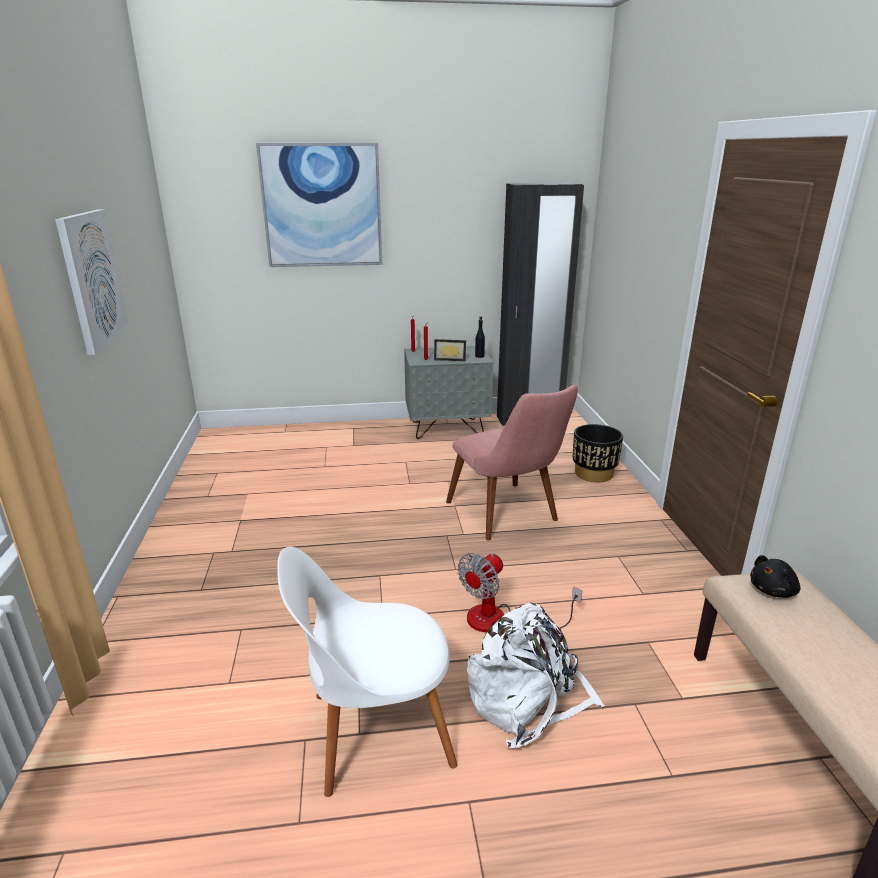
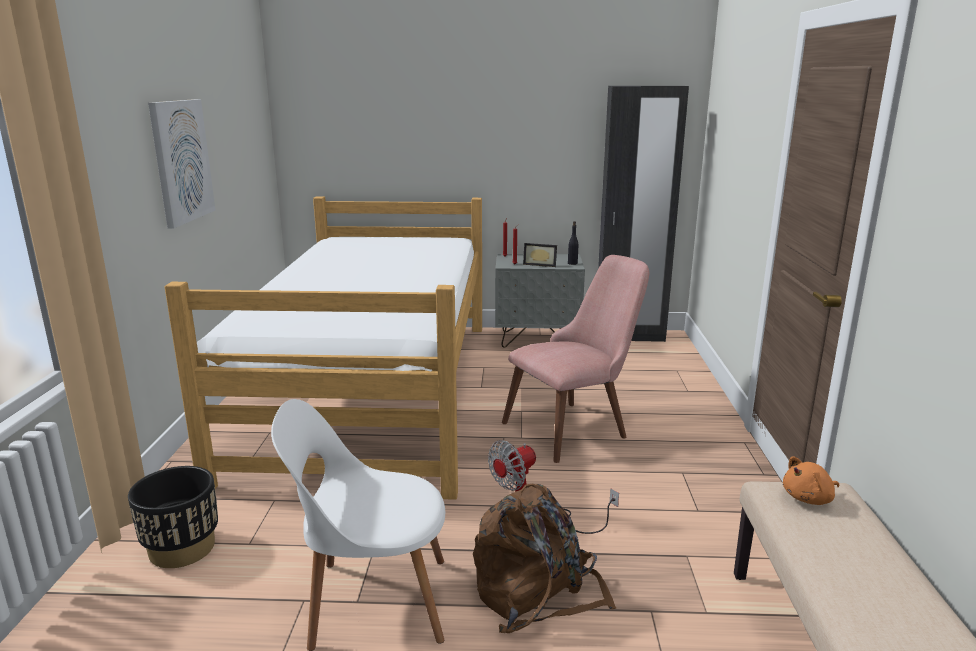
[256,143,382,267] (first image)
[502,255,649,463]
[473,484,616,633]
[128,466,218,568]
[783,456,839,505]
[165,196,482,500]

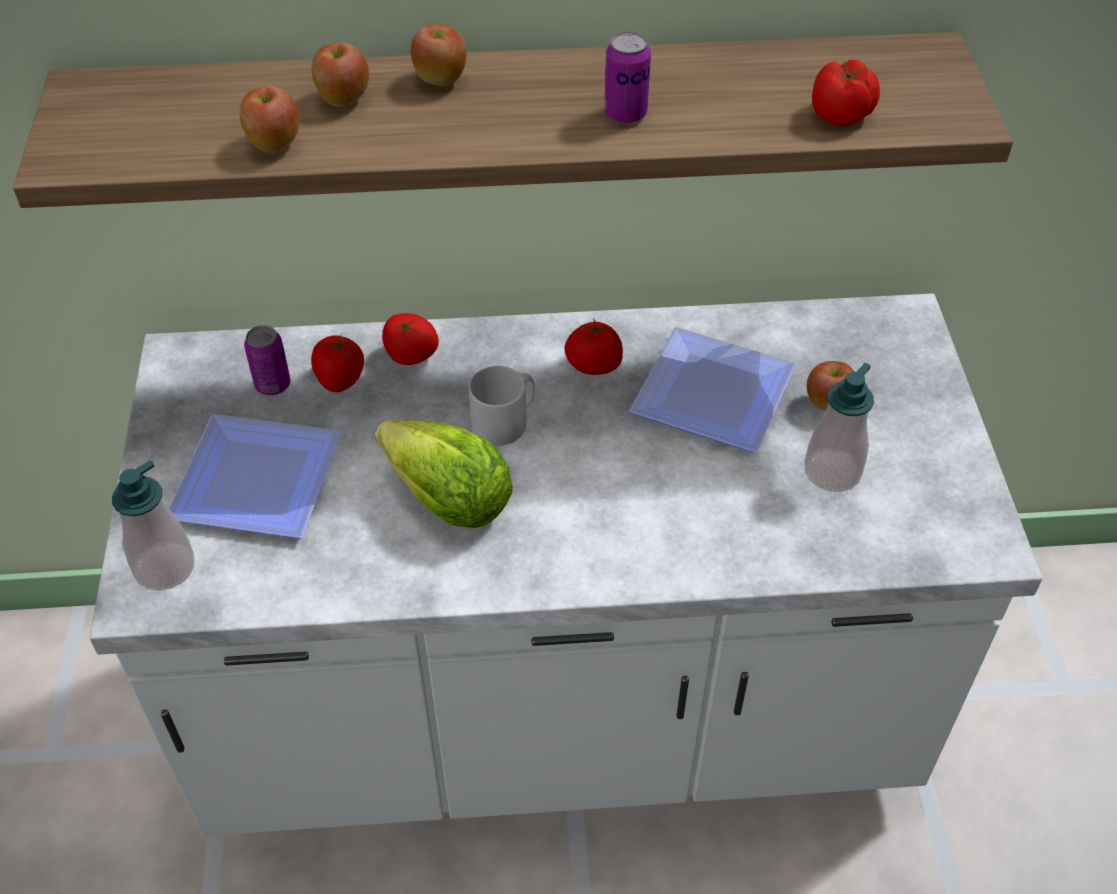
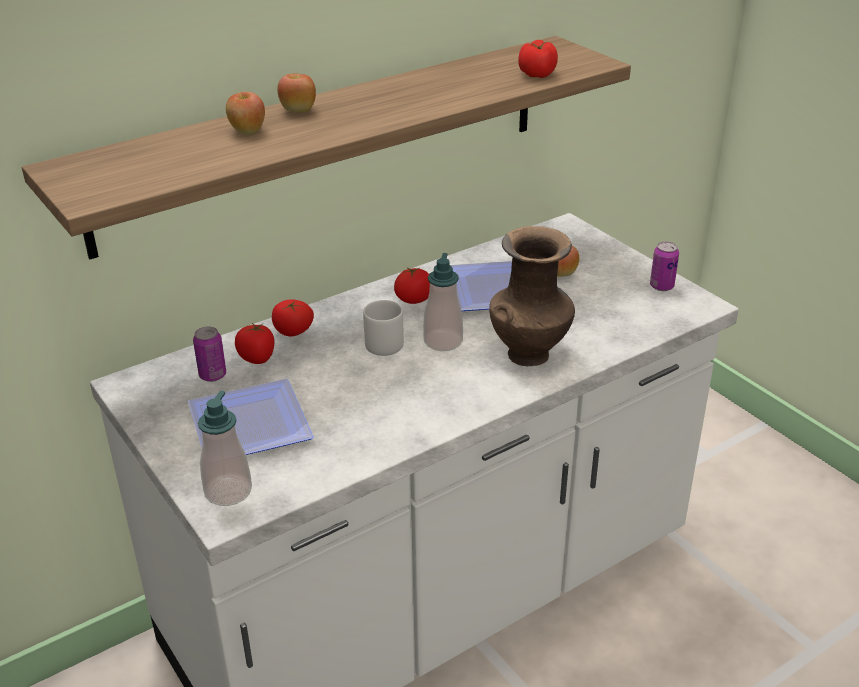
[239,86,300,153] (first image)
[375,420,513,528] (first image)
[650,242,679,291]
[423,253,463,351]
[489,226,575,366]

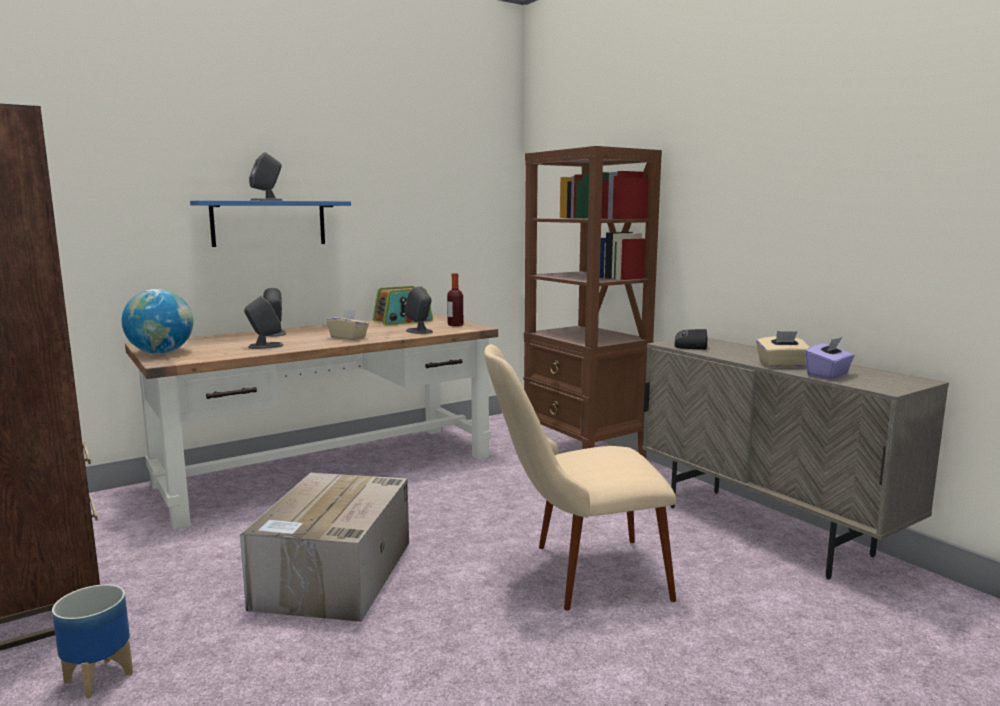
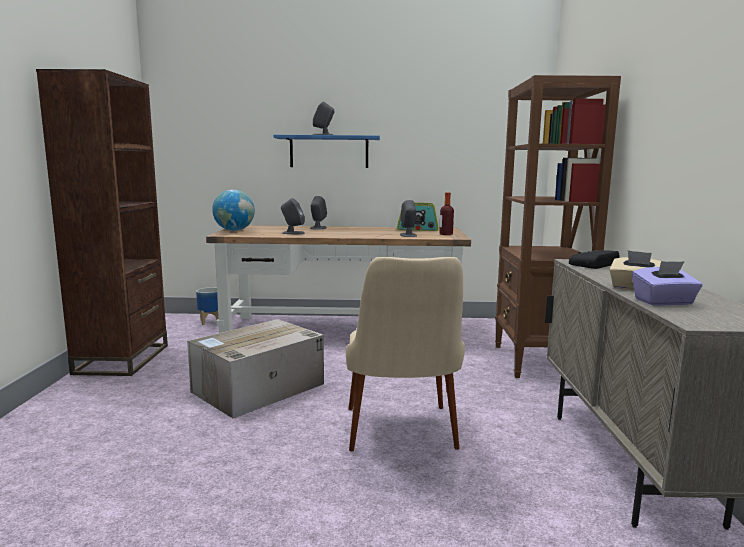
[196,287,218,325]
[327,309,369,340] (first image)
[346,257,465,452]

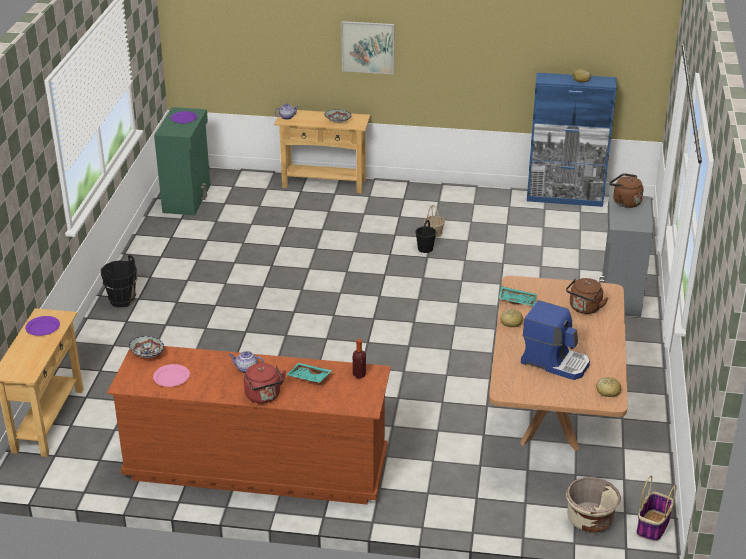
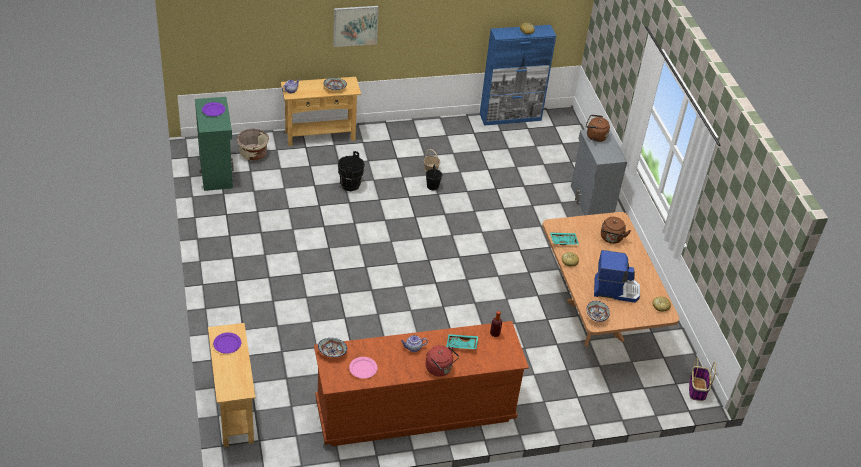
[338,151,365,191]
[237,129,269,161]
[586,301,610,322]

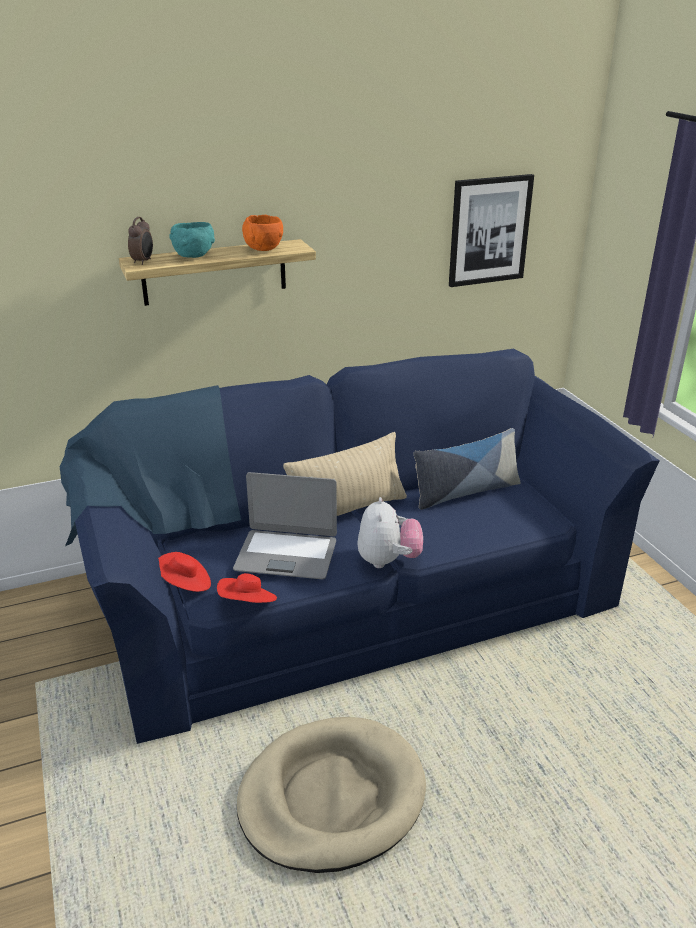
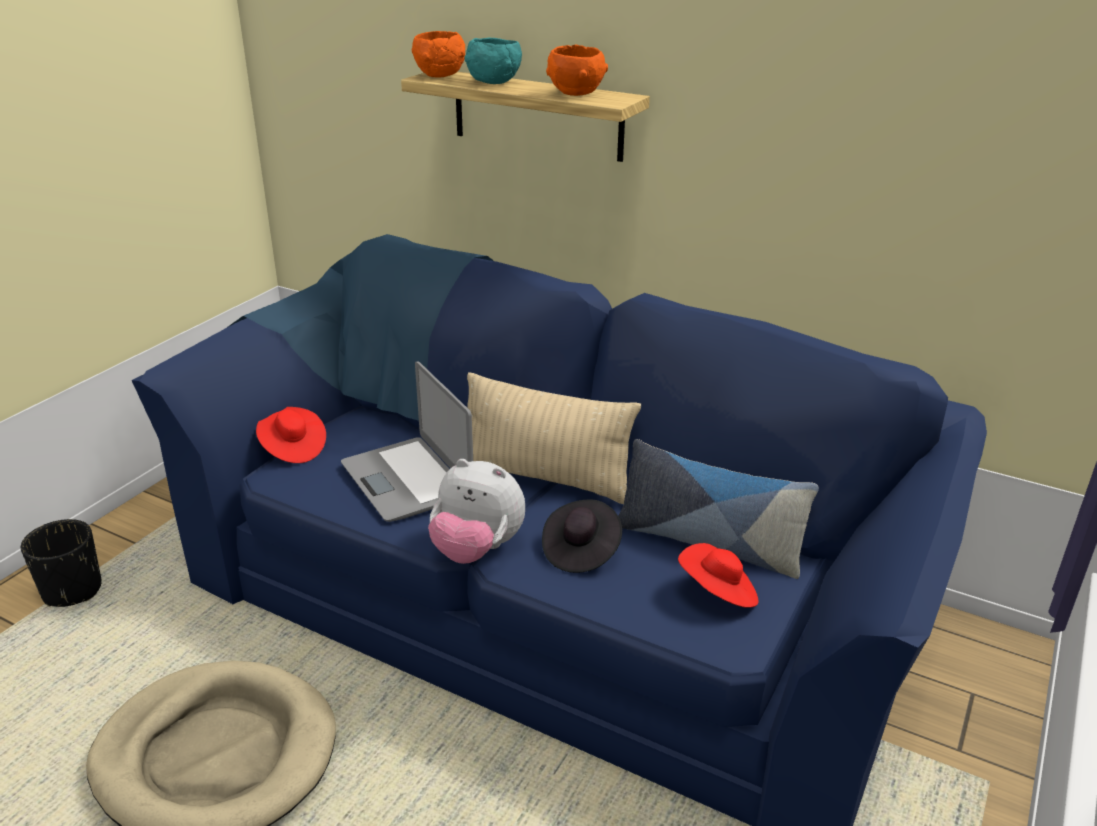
[412,31,465,78]
[678,543,759,608]
[428,459,525,564]
[449,174,534,287] (first image)
[21,519,102,607]
[542,499,622,573]

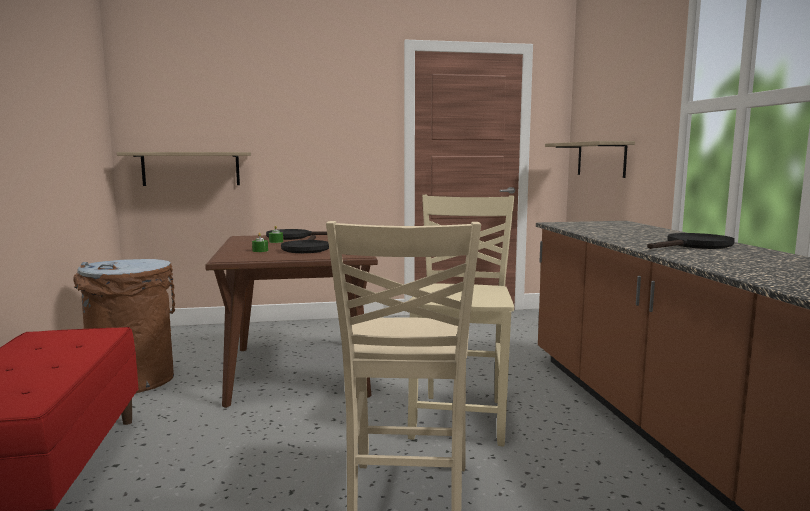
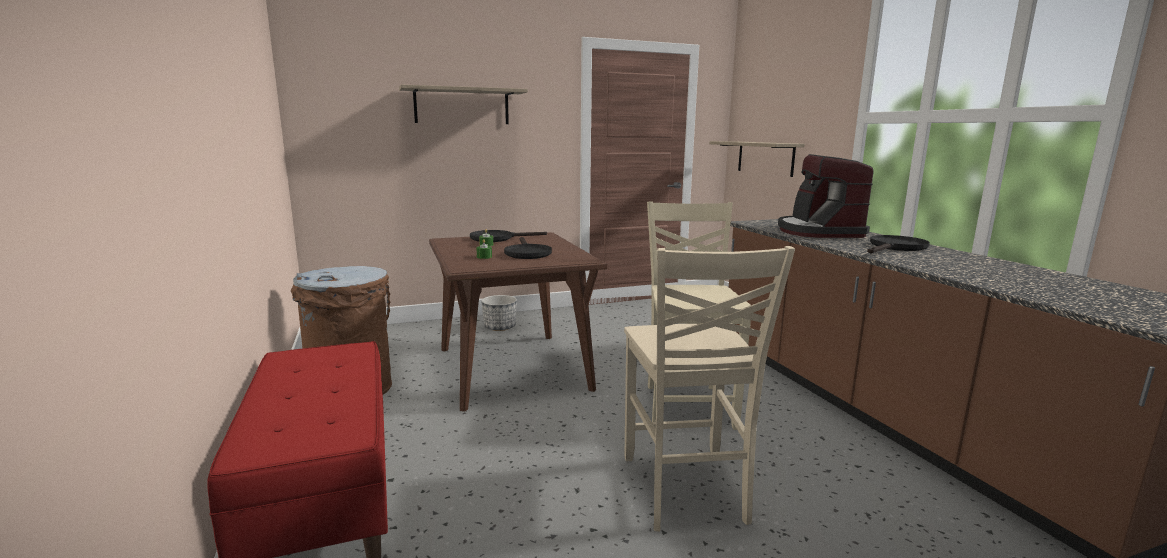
[399,84,528,124]
[481,295,517,331]
[778,154,874,238]

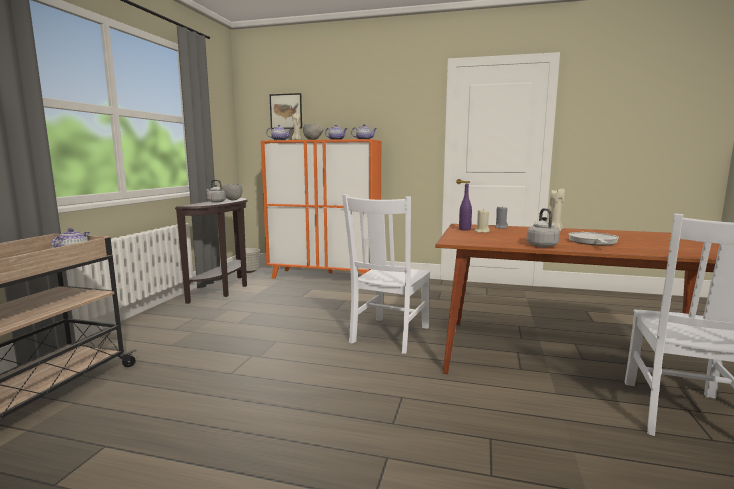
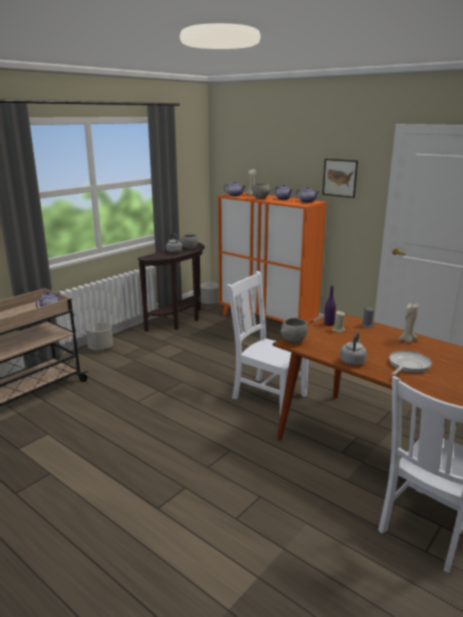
[322,159,358,198]
[227,271,309,416]
[86,322,113,351]
[280,318,308,344]

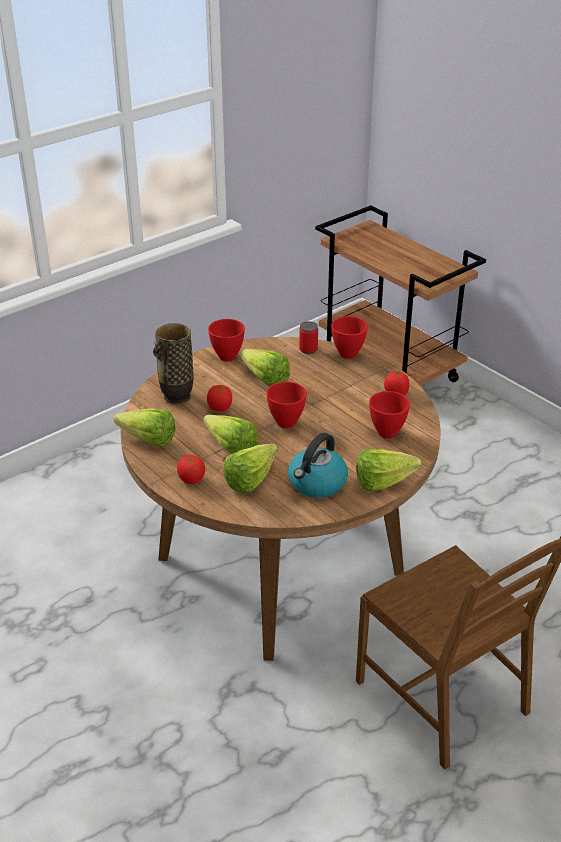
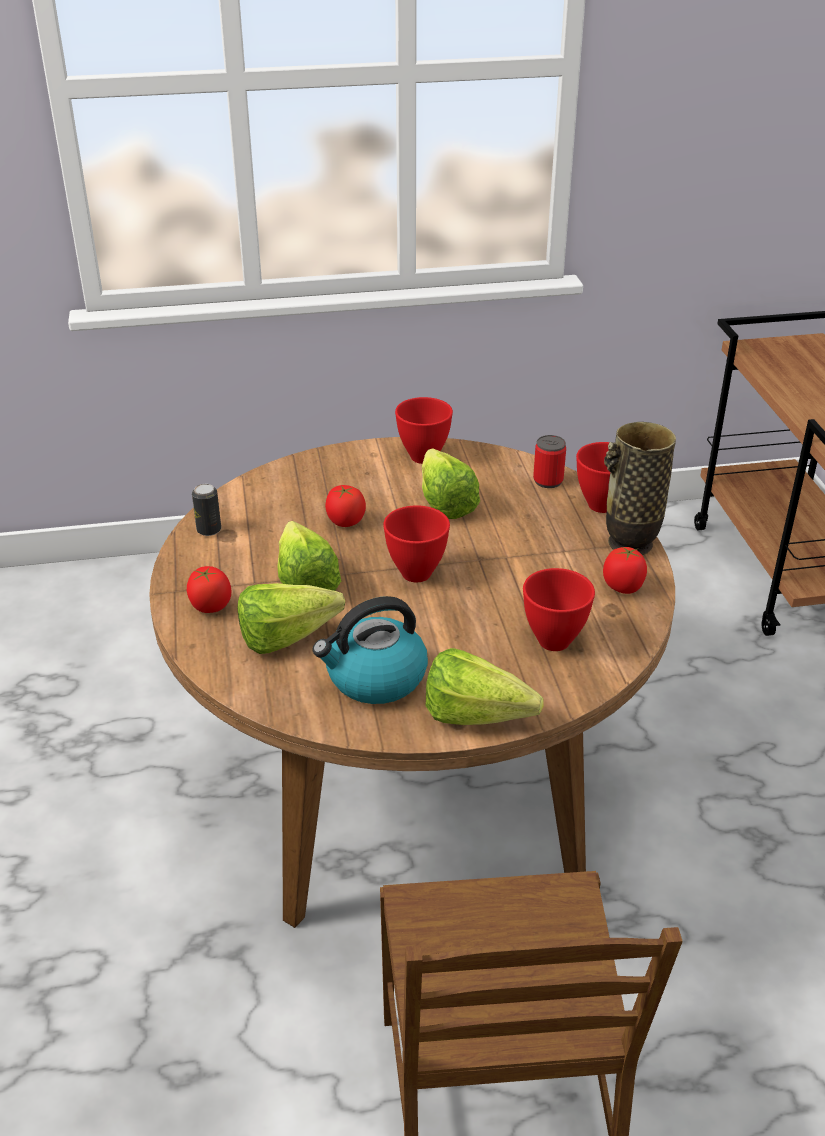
[192,484,221,536]
[604,422,676,555]

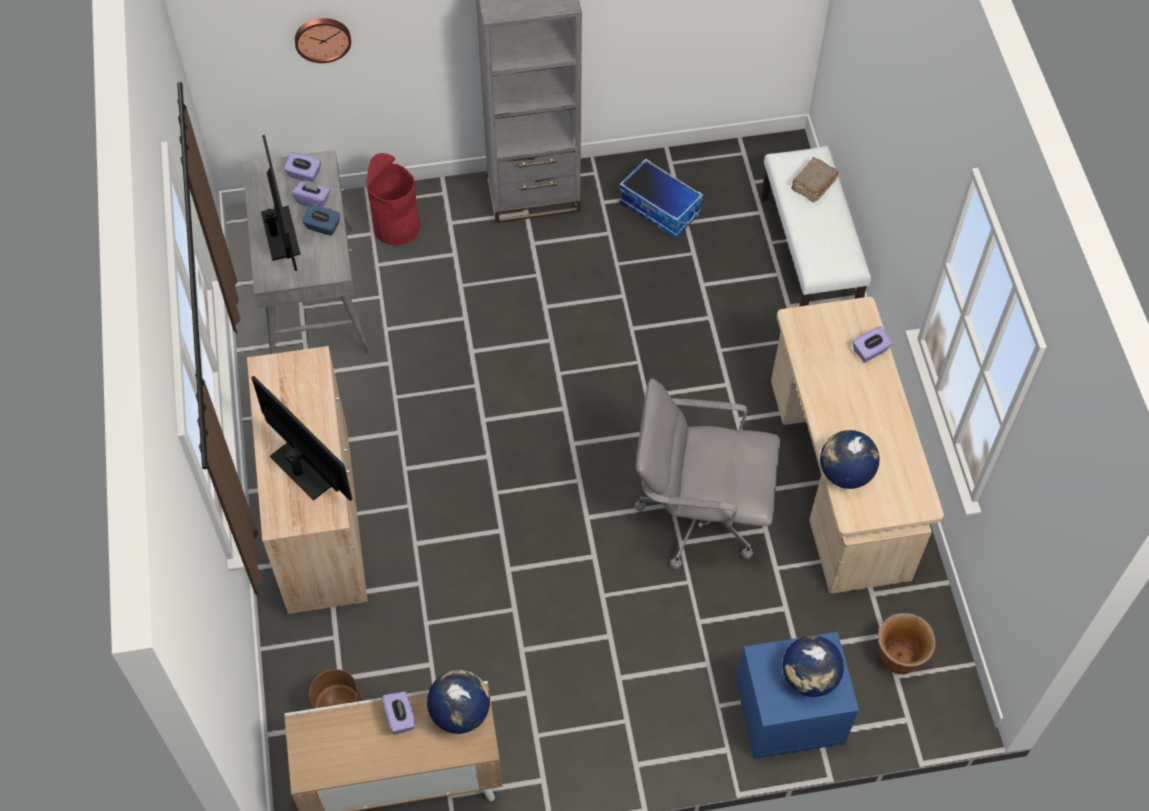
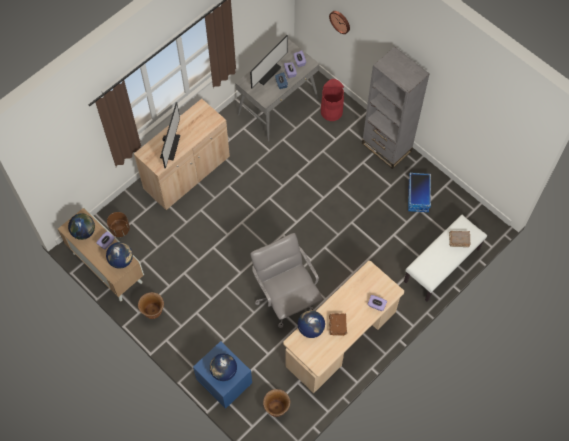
[68,213,95,240]
[138,292,164,319]
[329,313,347,336]

